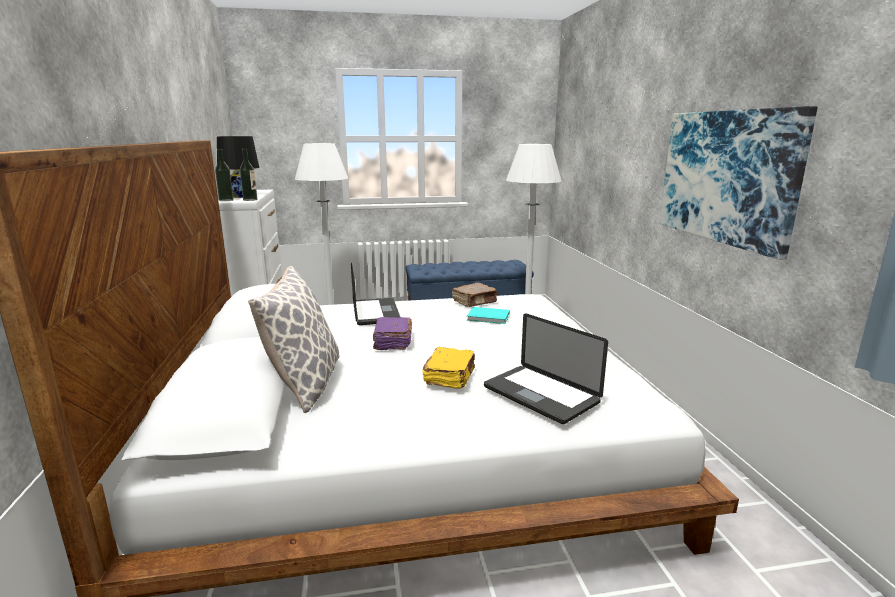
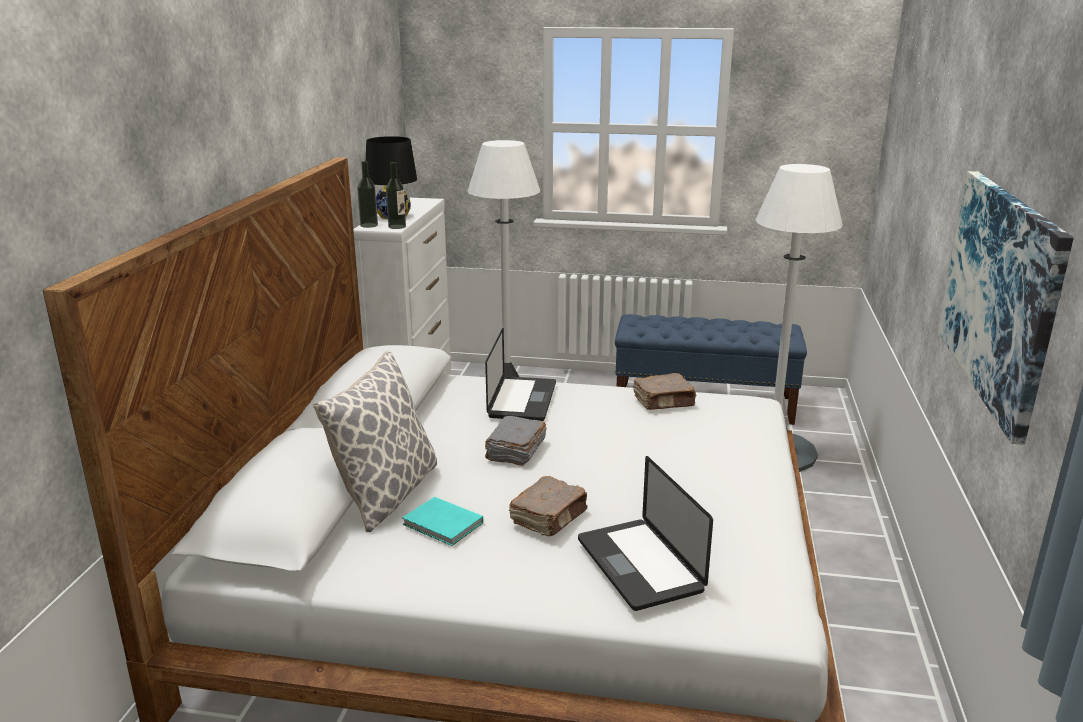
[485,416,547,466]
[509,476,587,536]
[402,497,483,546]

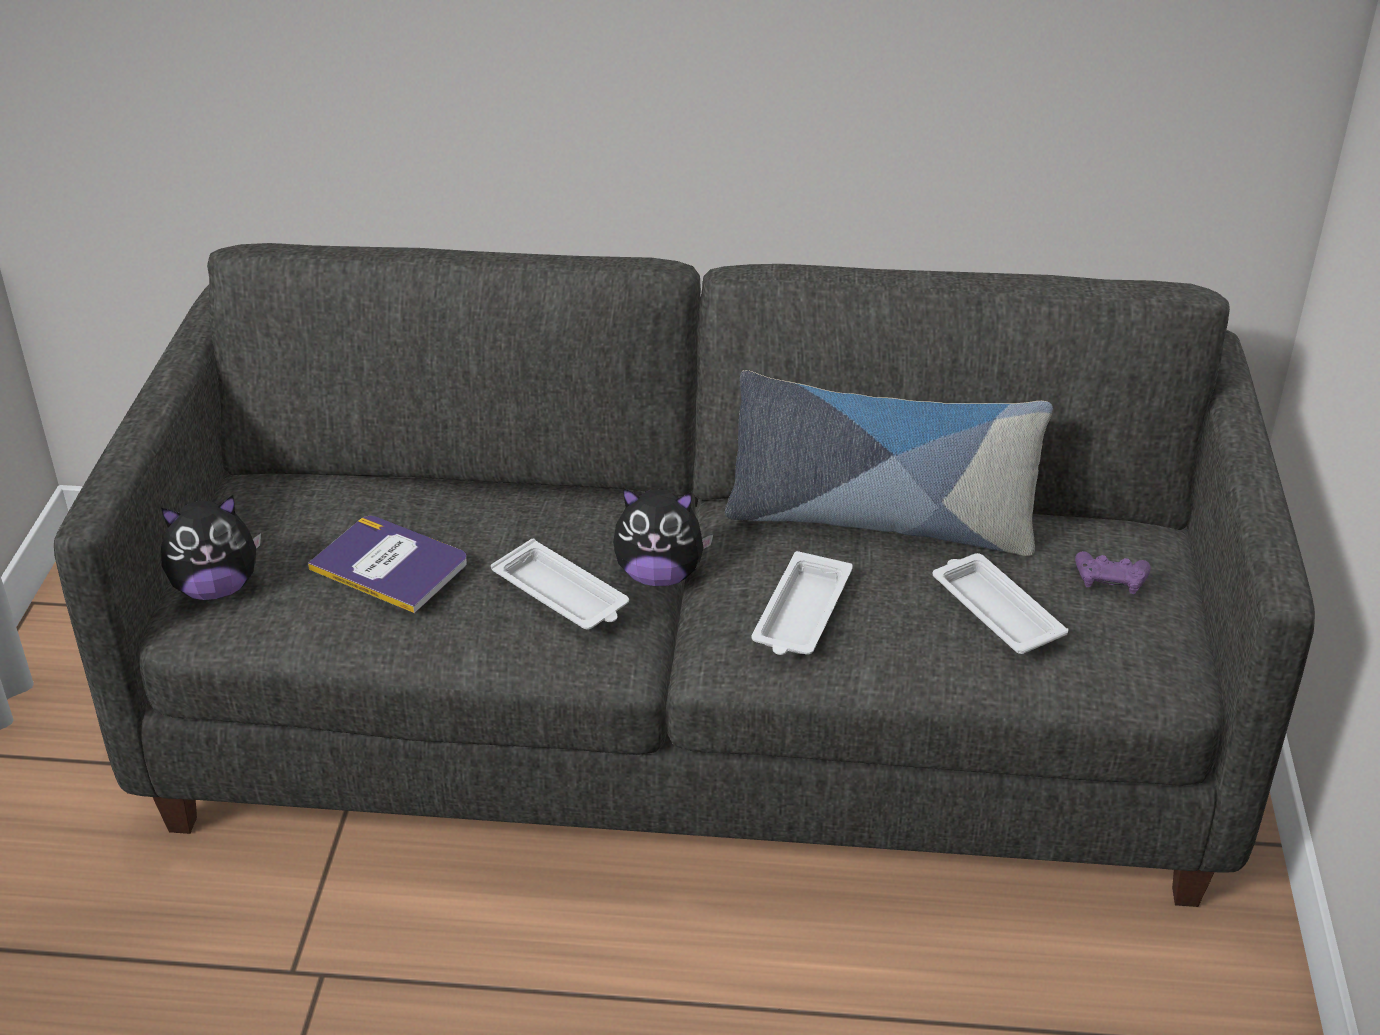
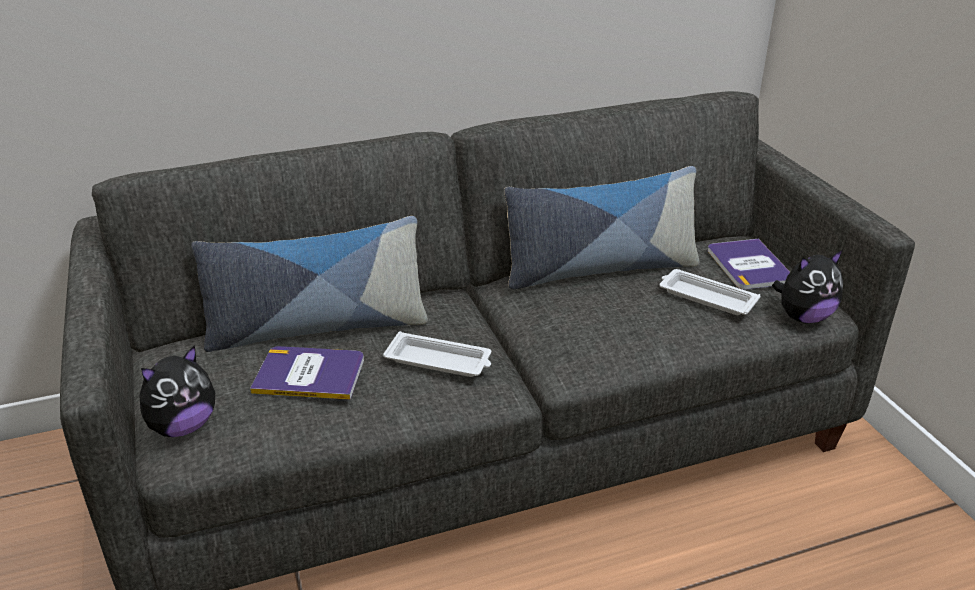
[772,250,843,323]
[752,551,853,655] (first image)
[708,239,790,289]
[191,216,428,352]

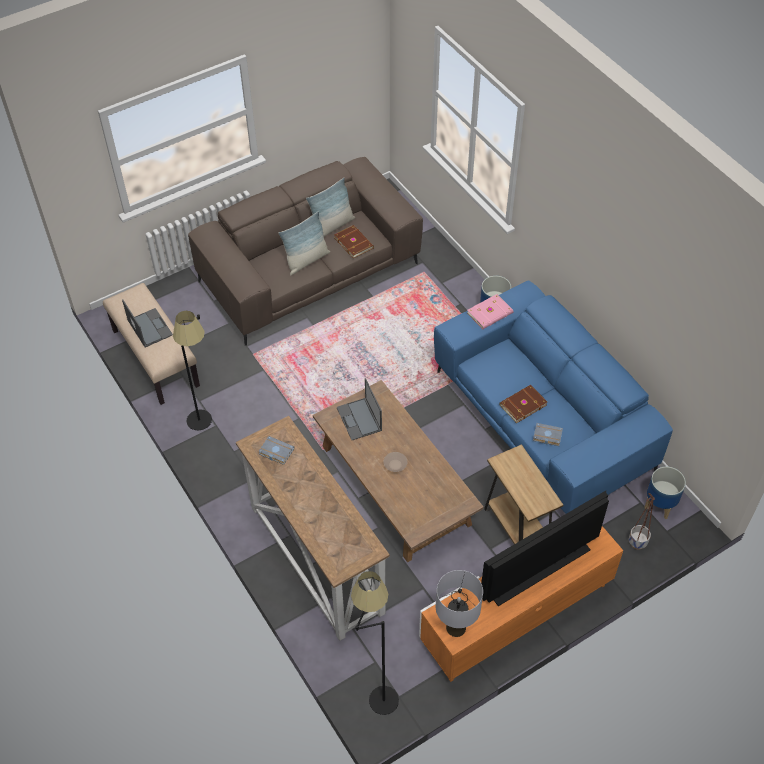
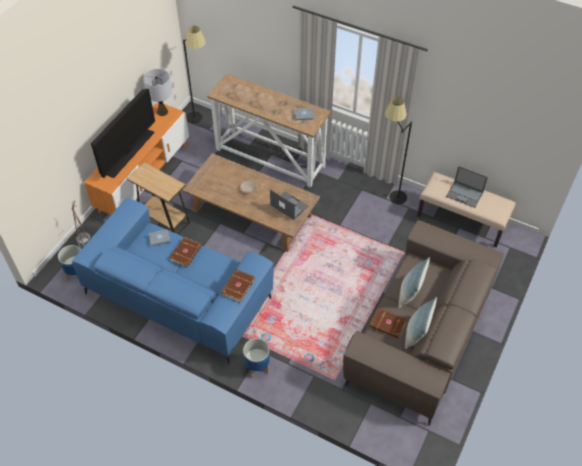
[221,269,255,303]

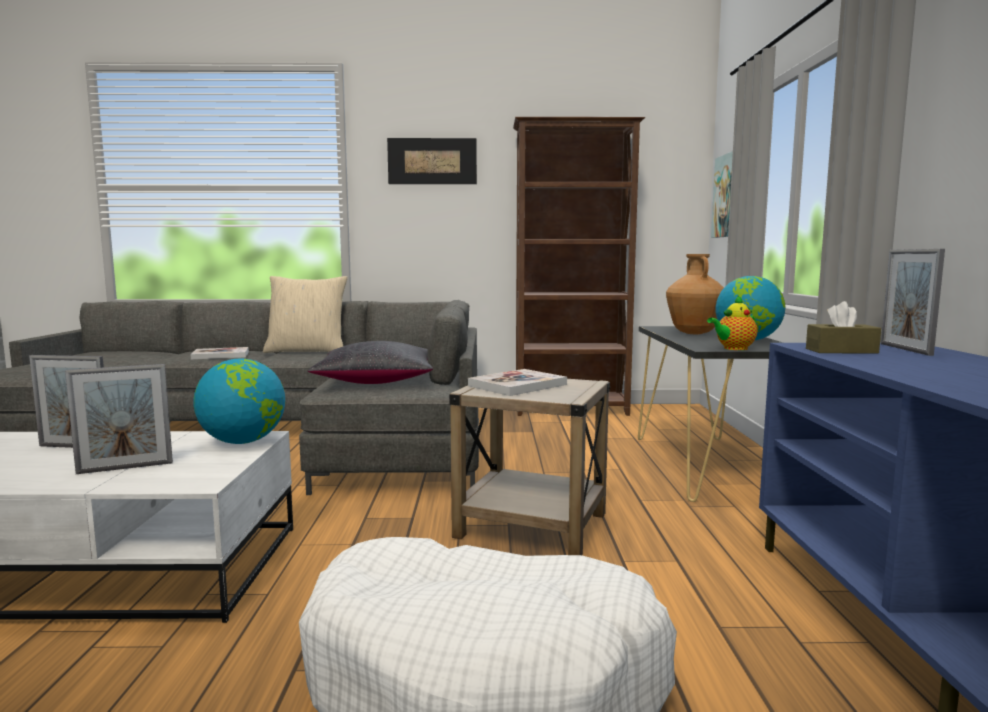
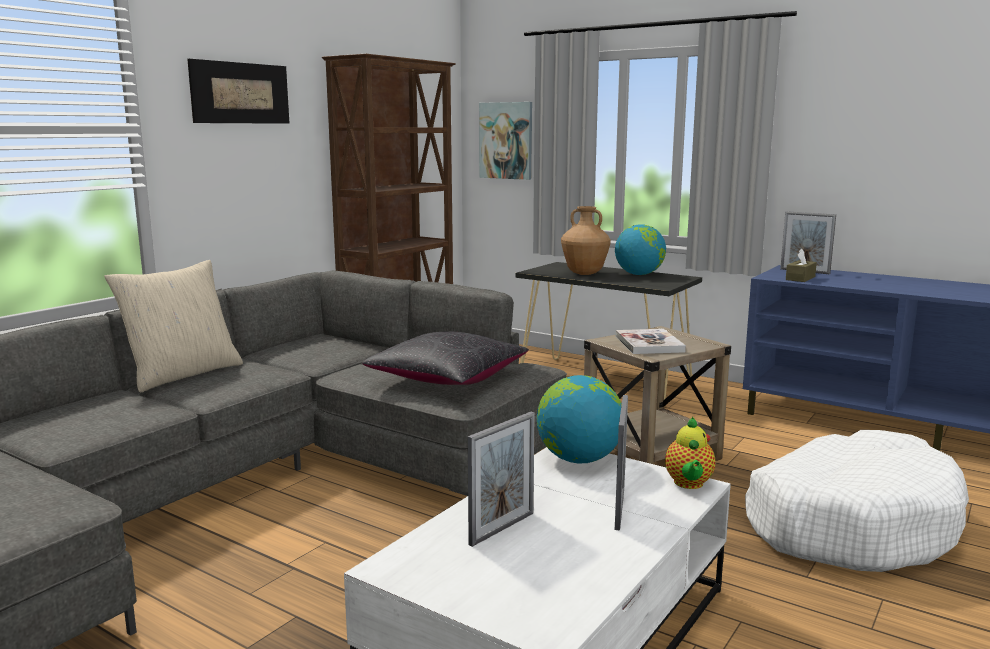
[190,347,249,360] (first image)
[665,417,715,489]

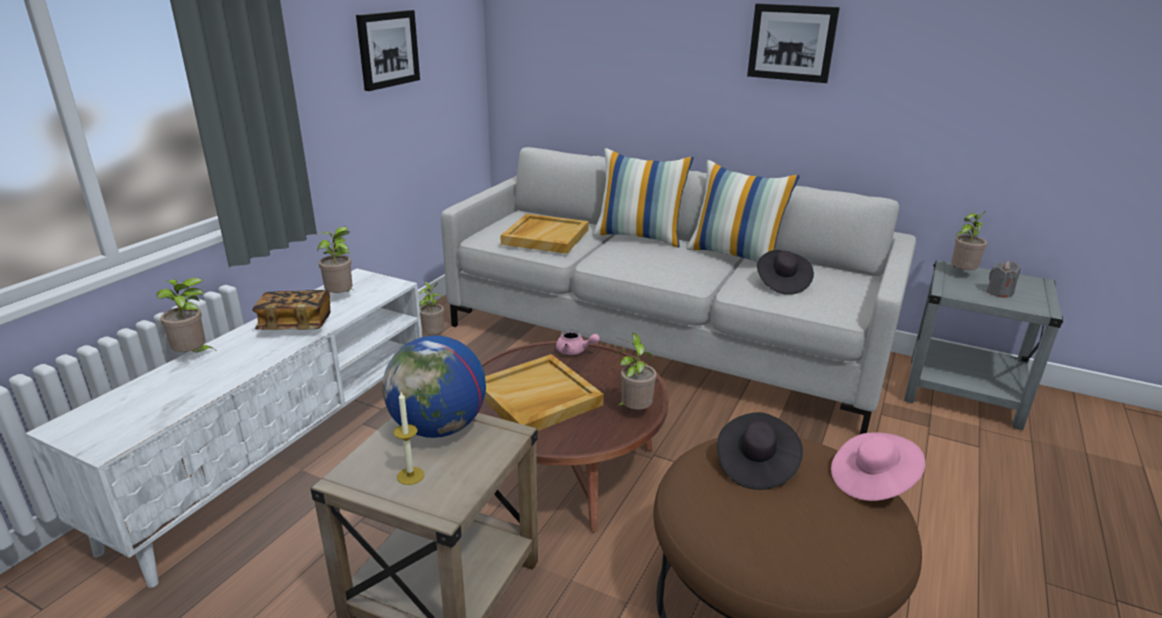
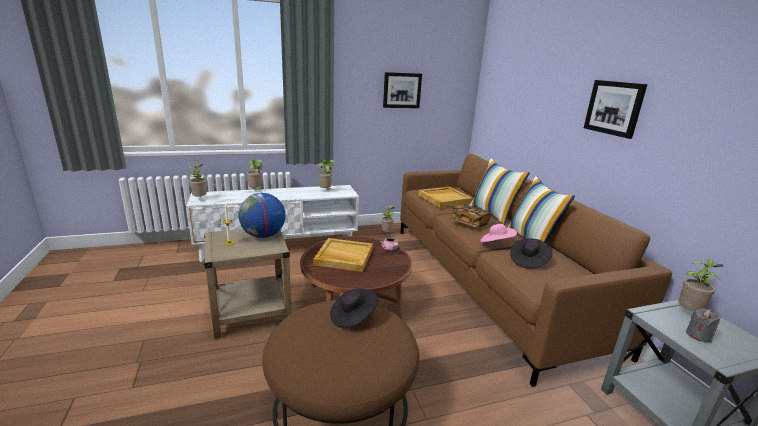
[451,205,491,228]
[400,154,672,387]
[188,164,207,197]
[480,224,517,242]

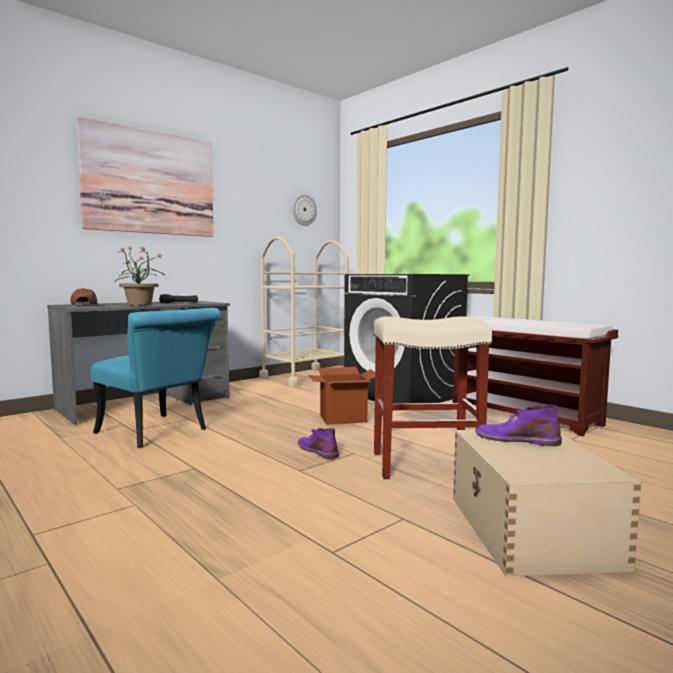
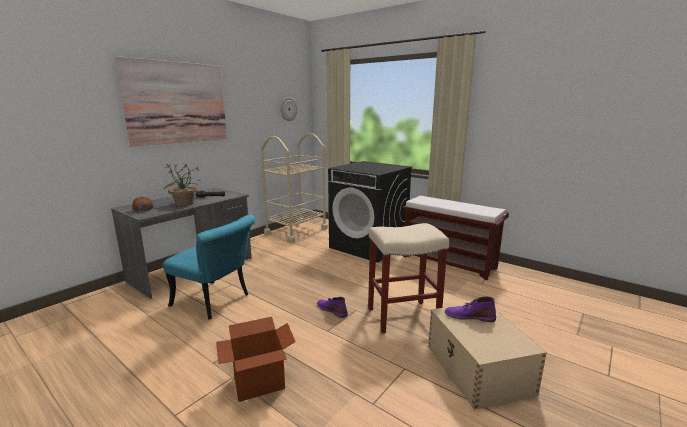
[216,317,296,402]

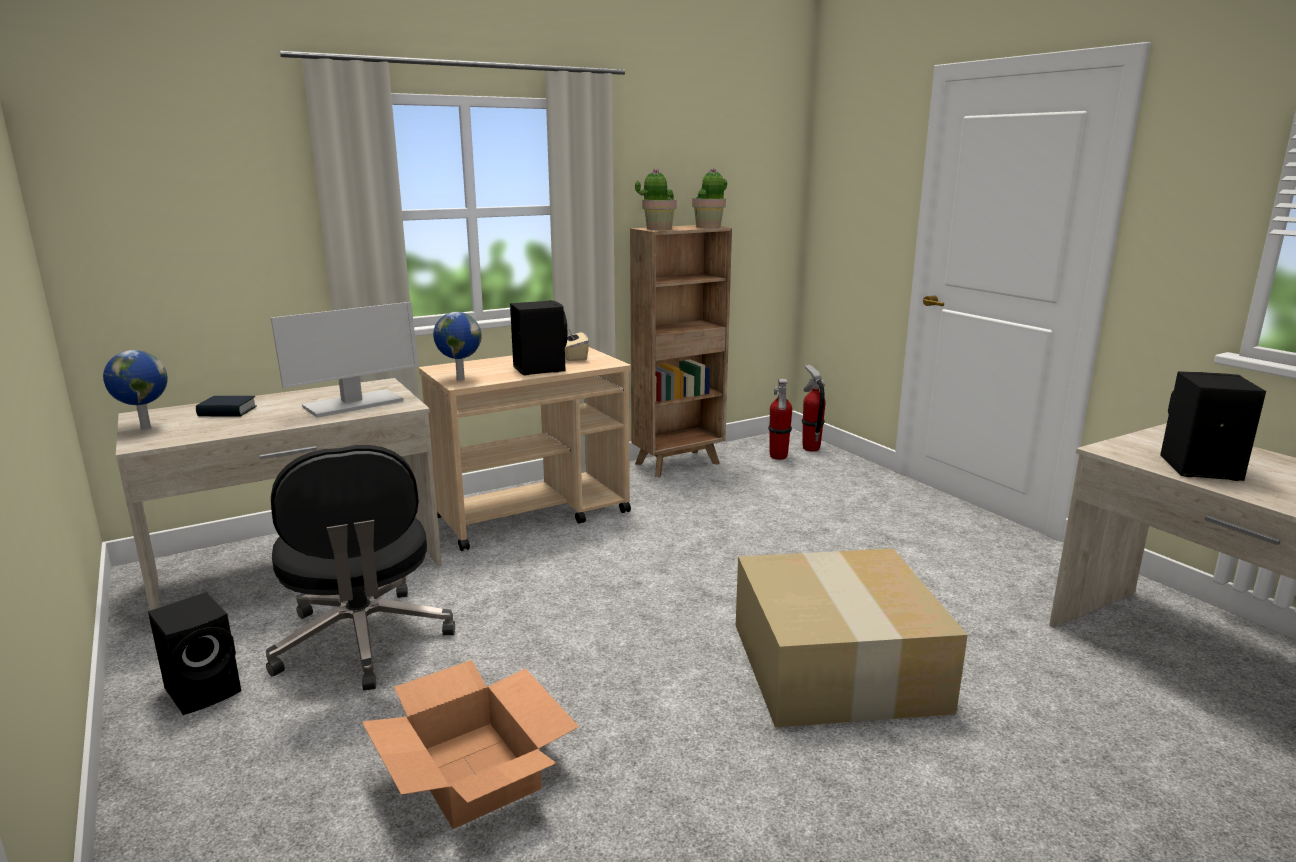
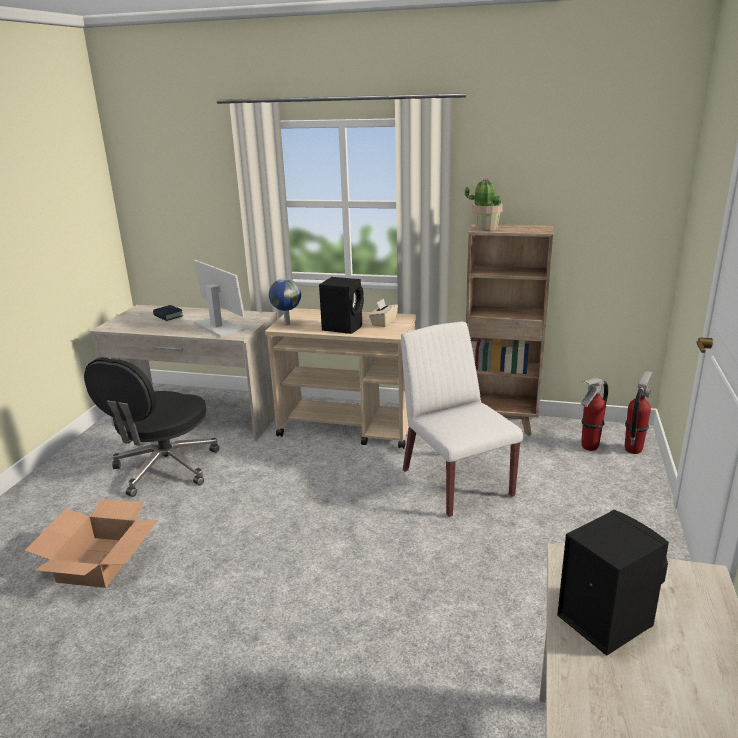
[103,350,168,430] (first image)
[148,592,241,715] (first image)
[194,260,245,337]
[692,169,727,228] (first image)
[736,549,968,727] (first image)
[401,322,523,517]

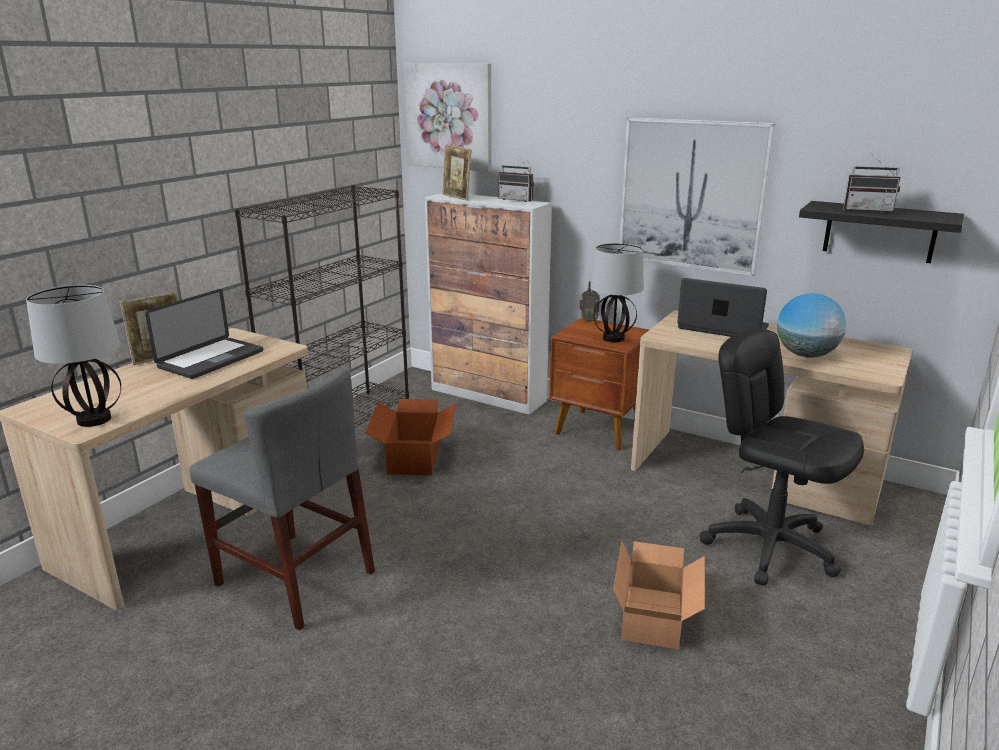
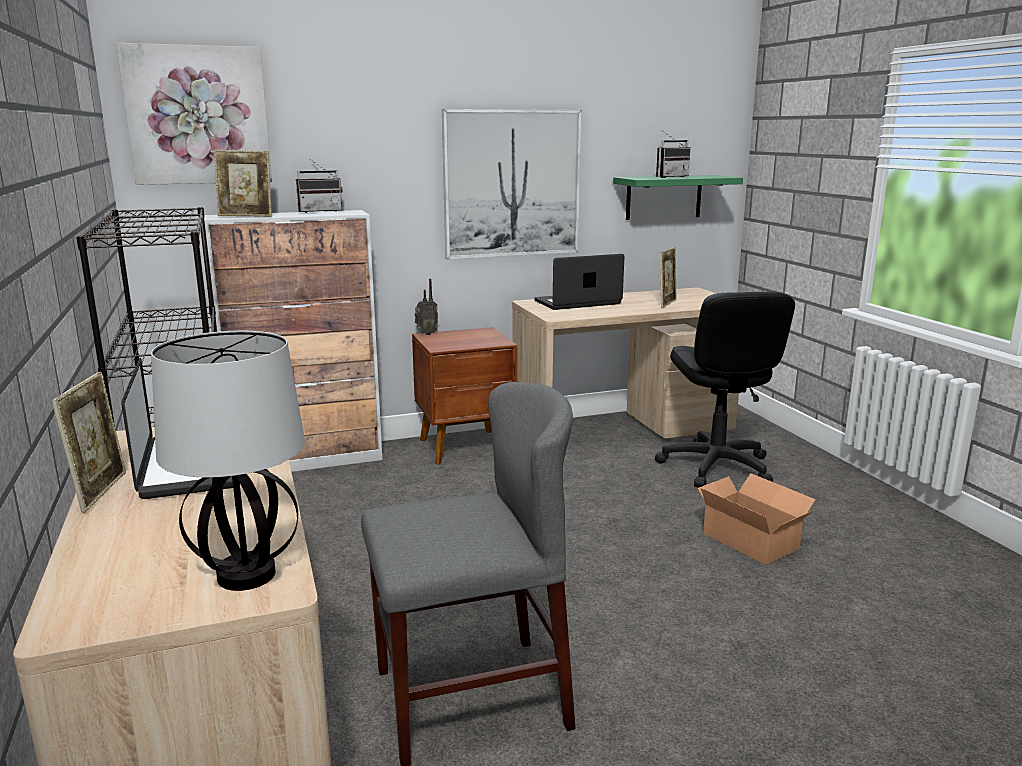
[365,399,456,475] (first image)
[590,243,644,343] (first image)
[655,292,795,488]
[660,247,677,308]
[613,175,743,220]

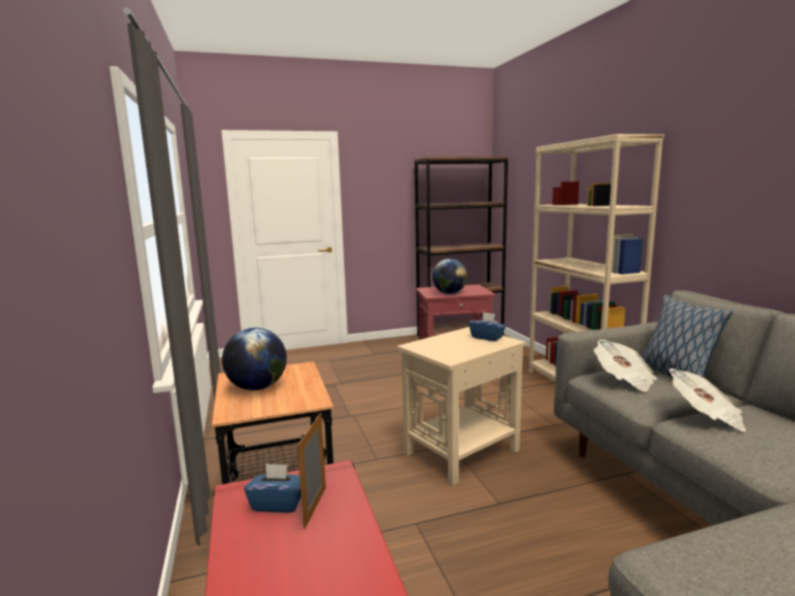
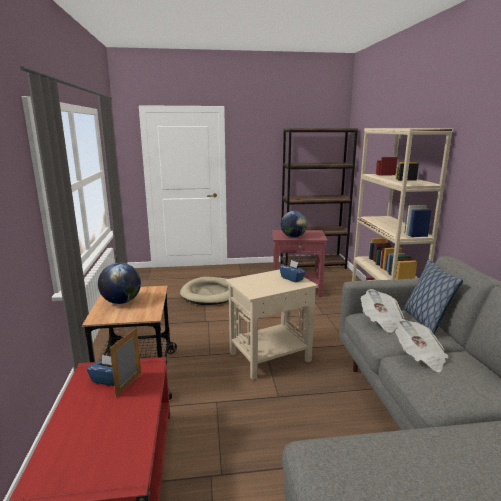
[180,277,229,305]

